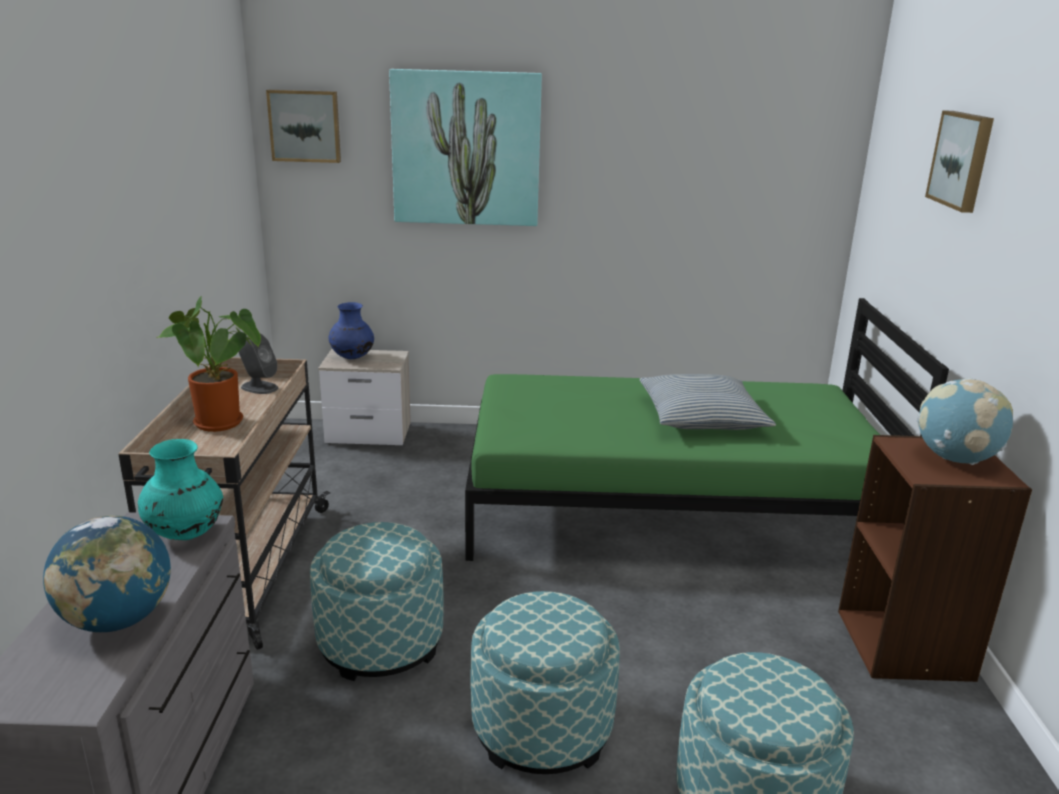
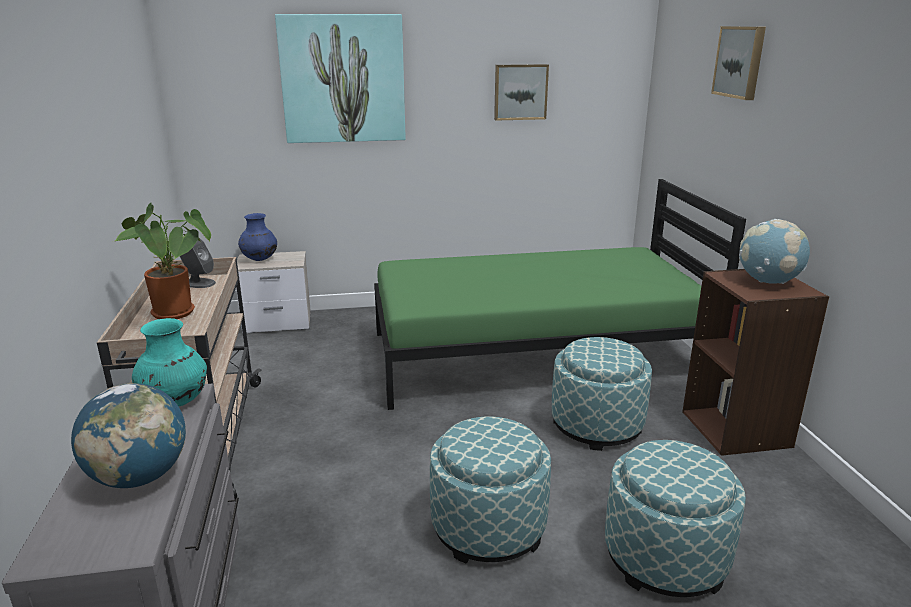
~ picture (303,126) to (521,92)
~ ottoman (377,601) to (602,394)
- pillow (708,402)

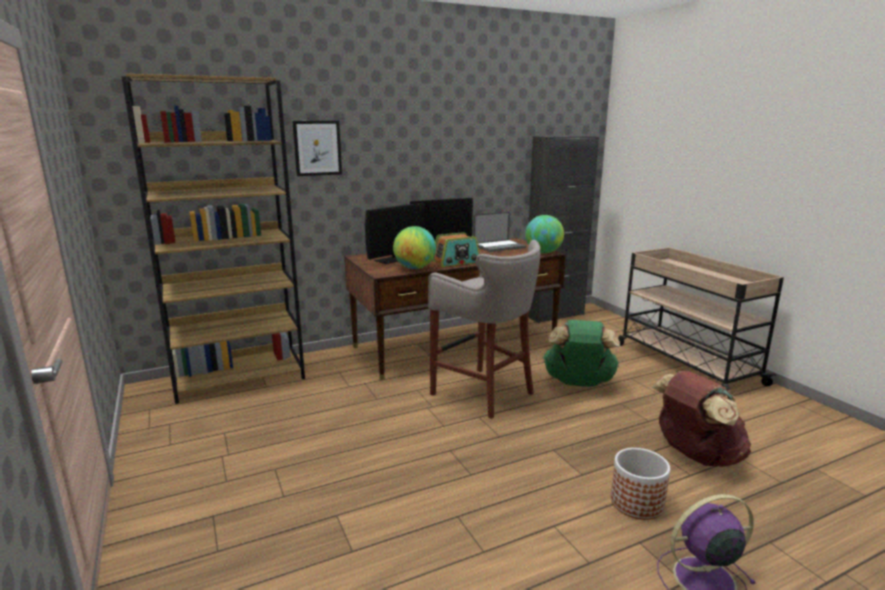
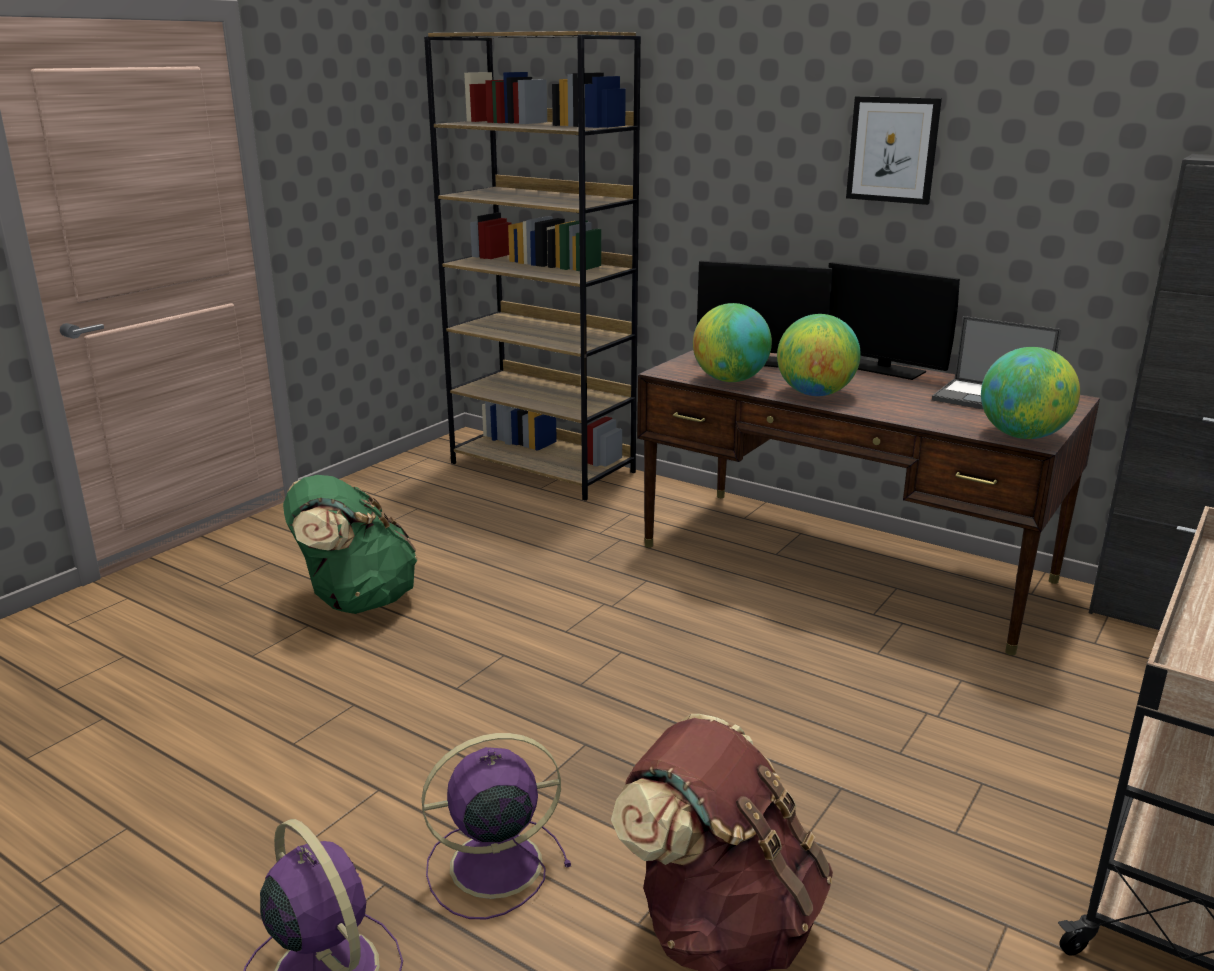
~ green backpack (581,353) to (350,544)
~ planter (640,484) to purple fan (496,826)
~ radio (455,249) to globe (819,355)
~ picture (317,148) to (894,150)
- grey stool (484,329)

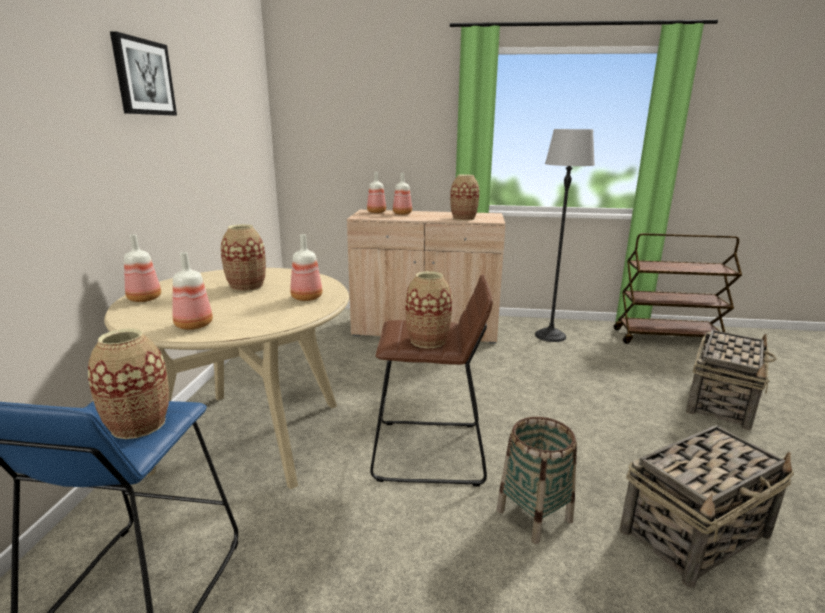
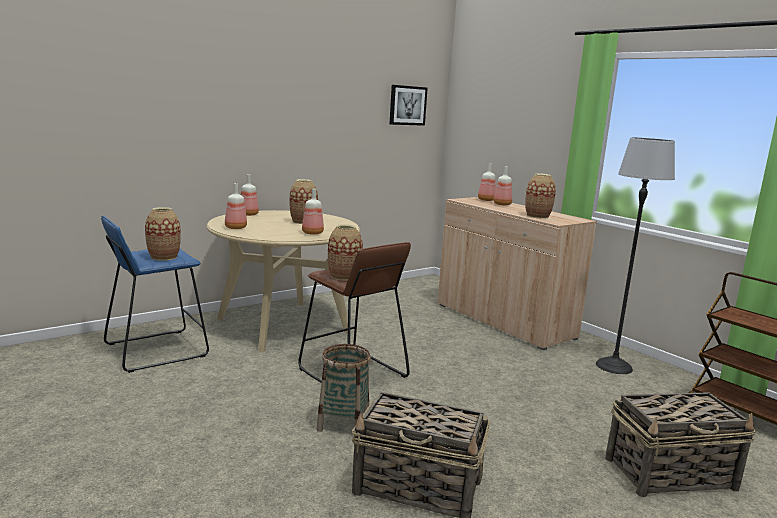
~ picture (143,73) to (408,105)

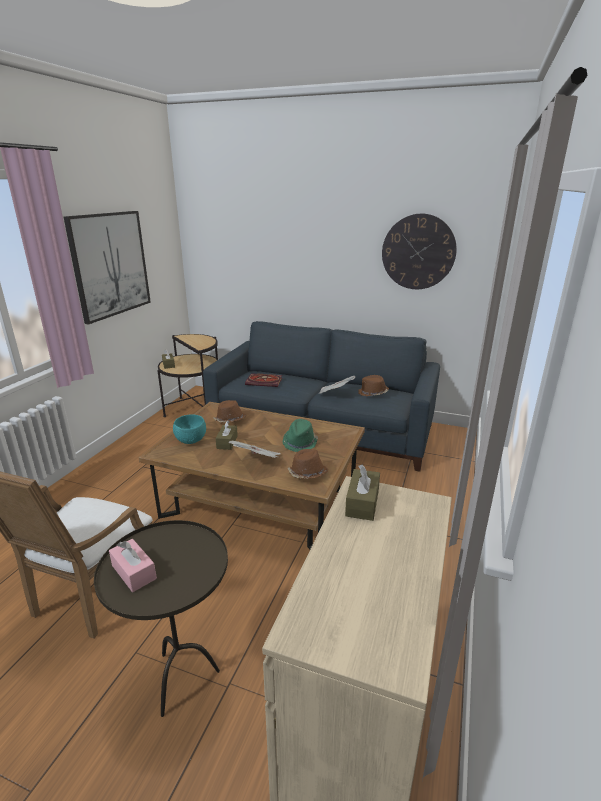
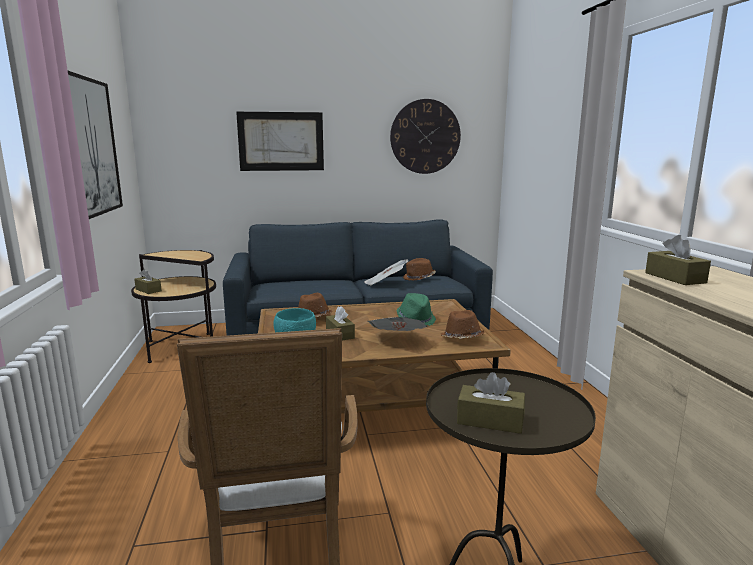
+ picture (280,141)
~ pink tissue box (133,565) to brown tissue box (491,403)
- book (263,380)

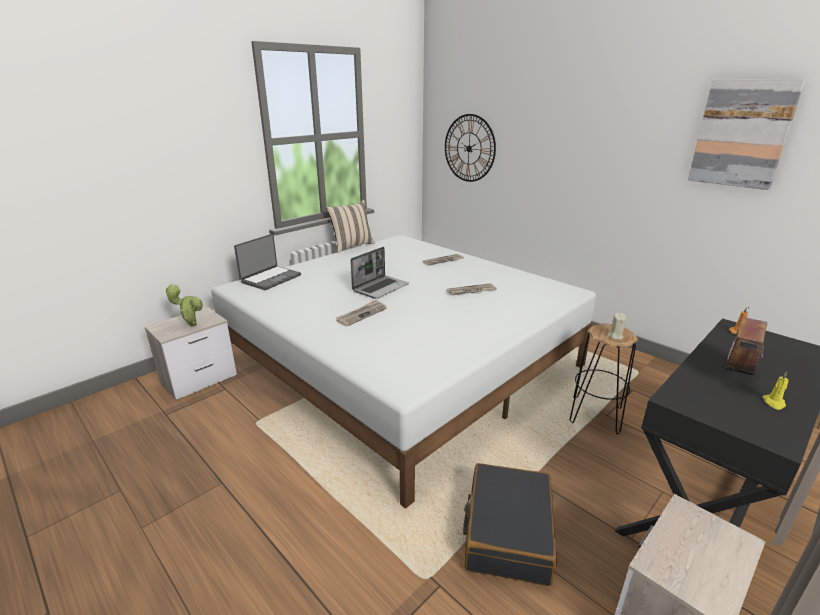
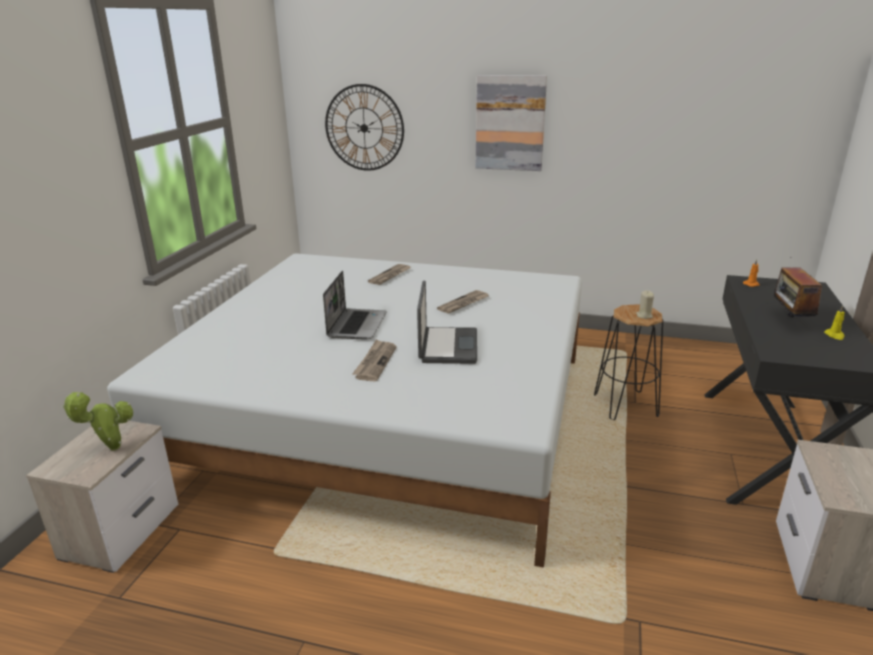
~ laptop (267,262) to (447,322)
~ picture (746,134) to (511,123)
- beige pillow (350,226)
- black suitcase (510,524)

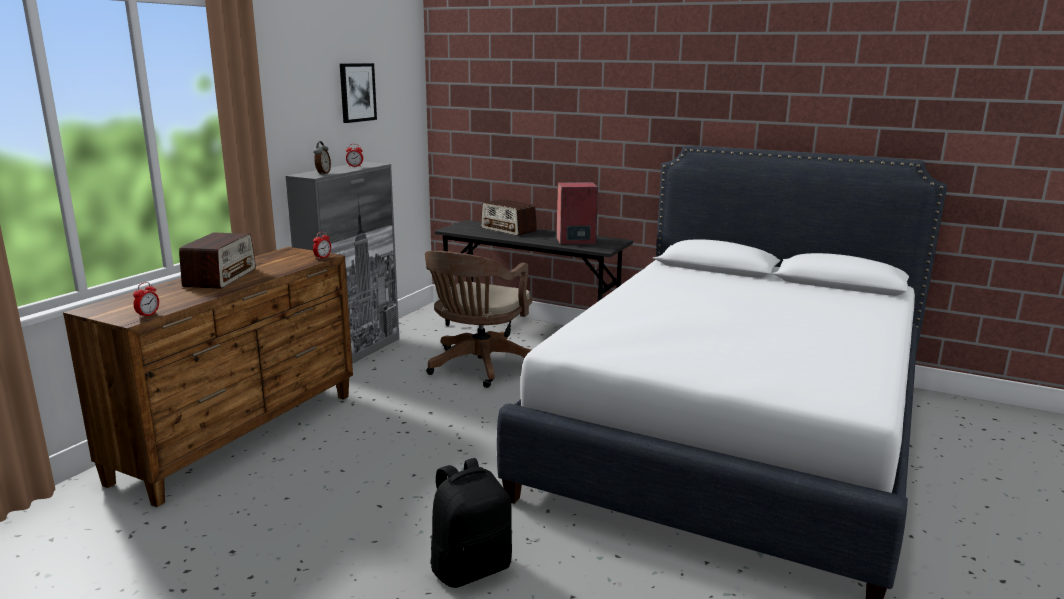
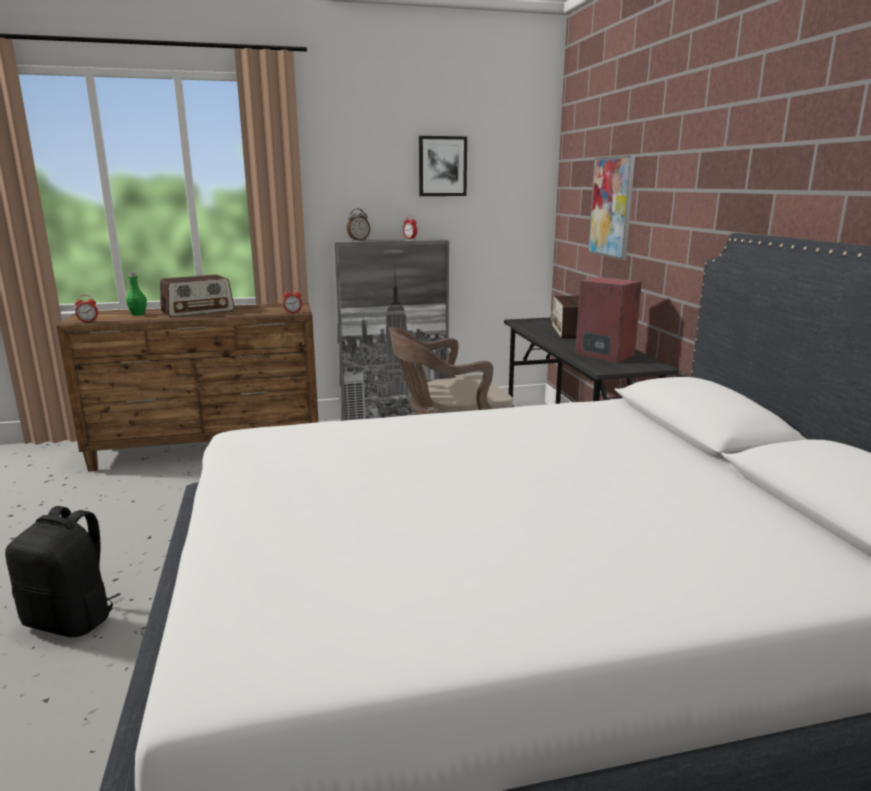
+ green bottle (136,294)
+ picture (611,207)

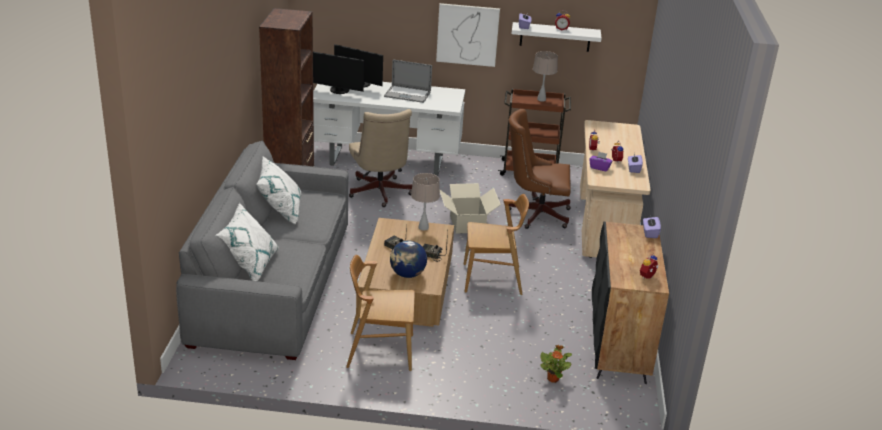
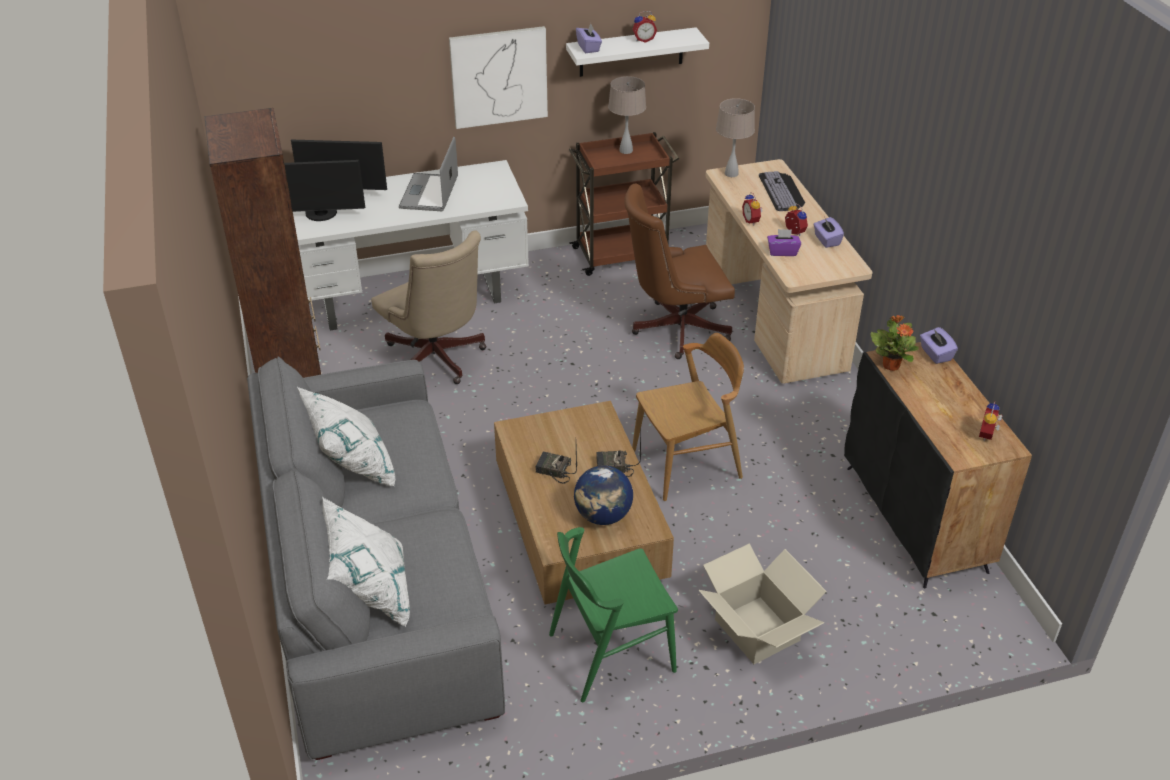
~ laptop (408,81) = (428,174) 105 degrees clockwise
~ brown chair (380,313) to green chair (613,614)
~ cardboard box (470,208) to (763,604)
~ beige table lamp (425,202) to (735,137)
+ keyboard (782,191)
~ potted plant (556,364) to (895,343)

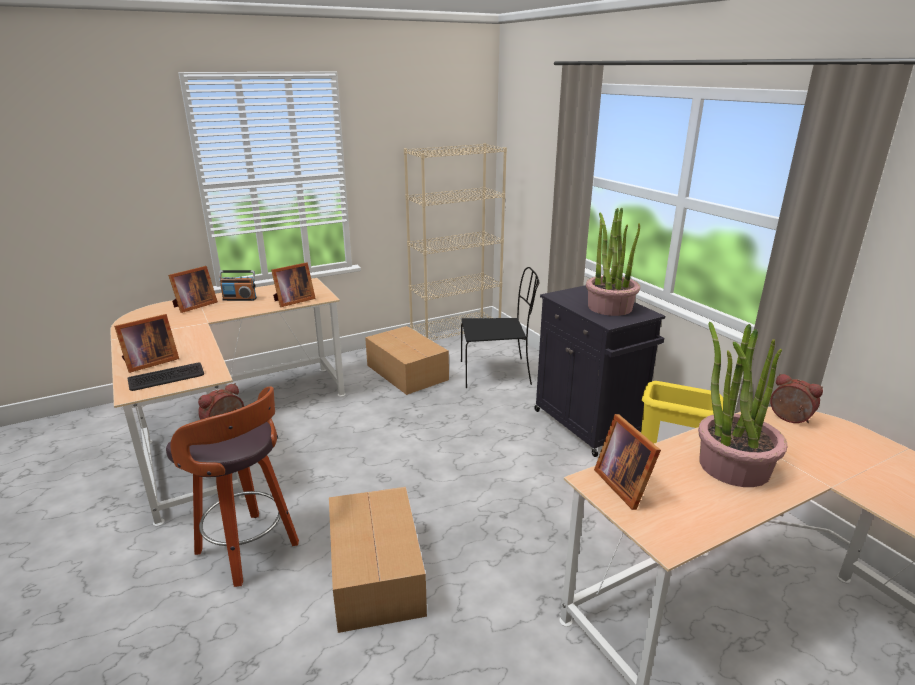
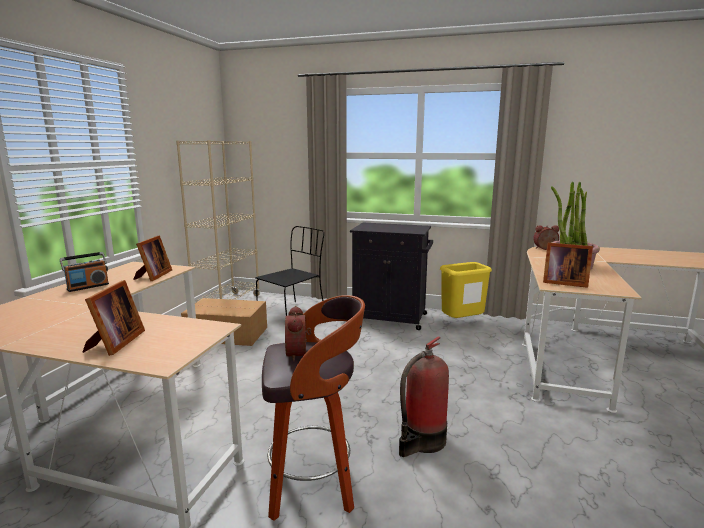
~ cardboard box (378,560) to fire extinguisher (424,396)
- keyboard (166,376)
- picture frame (193,289)
- potted plant (613,261)

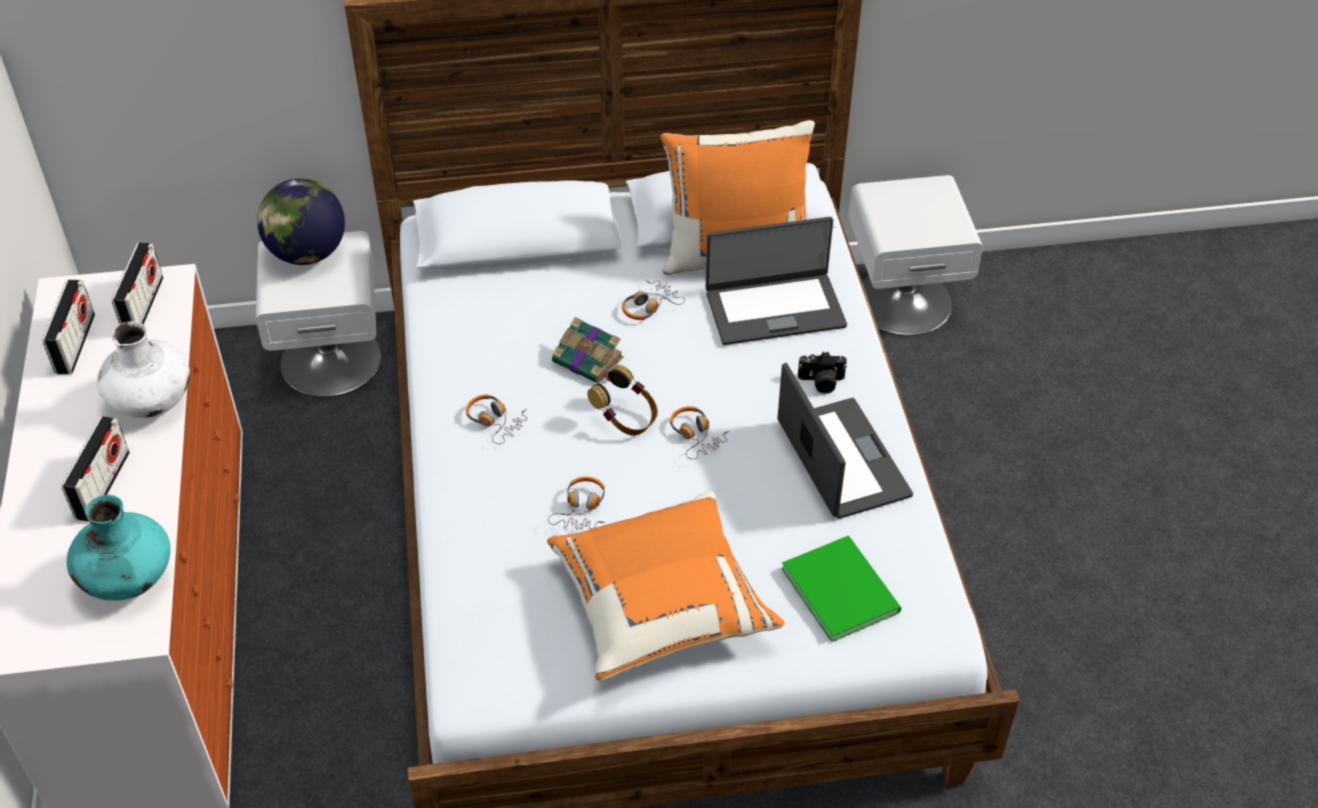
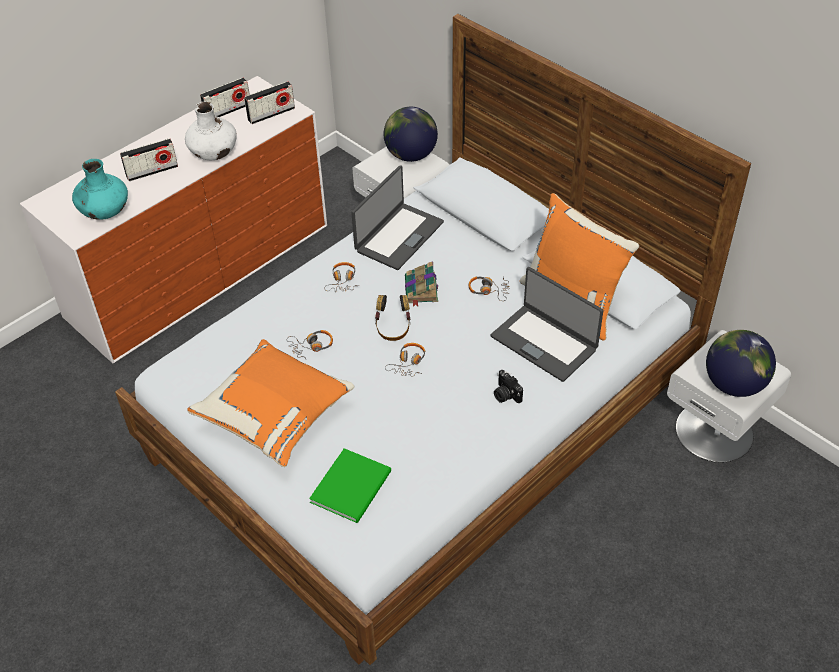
~ laptop (845,441) to (397,217)
+ globe (741,363)

